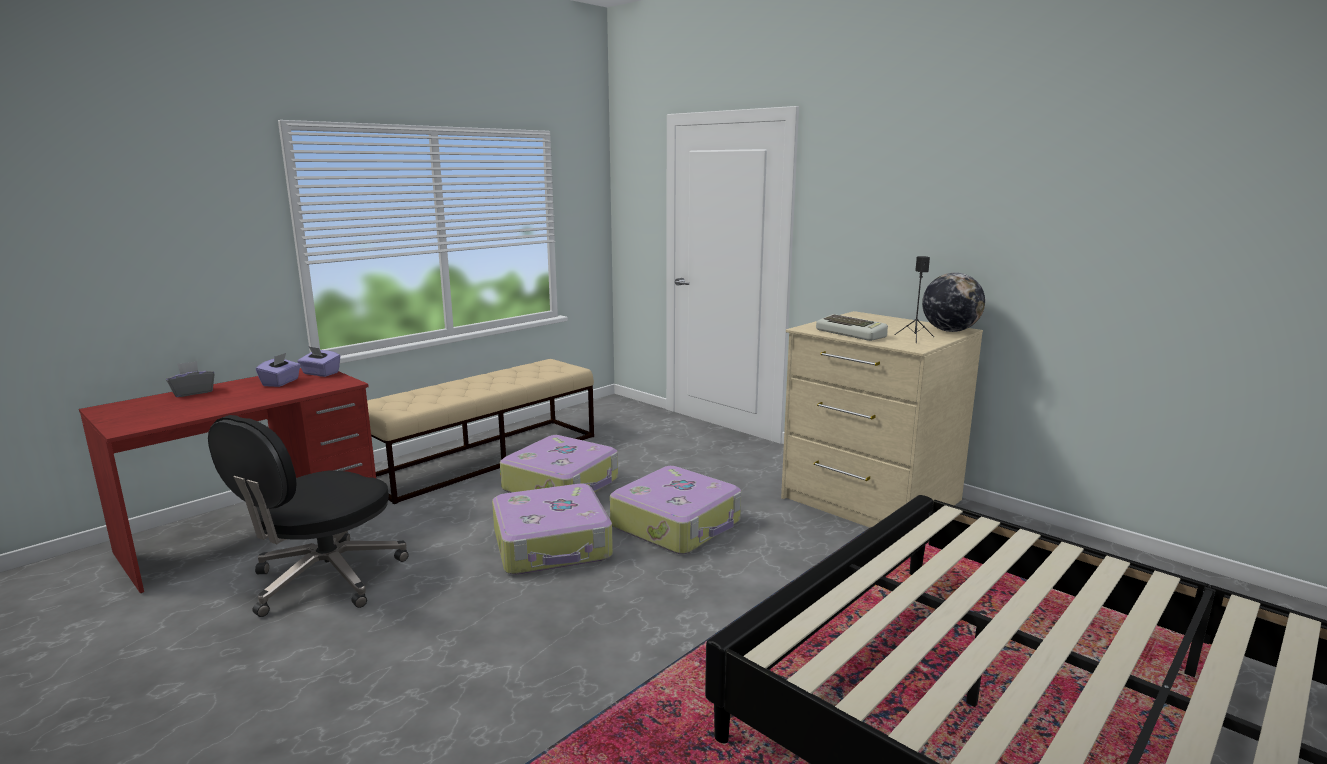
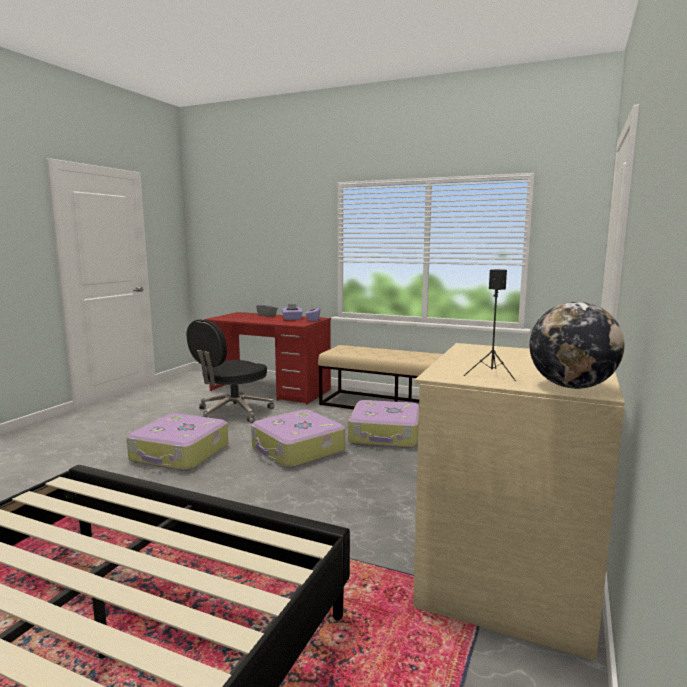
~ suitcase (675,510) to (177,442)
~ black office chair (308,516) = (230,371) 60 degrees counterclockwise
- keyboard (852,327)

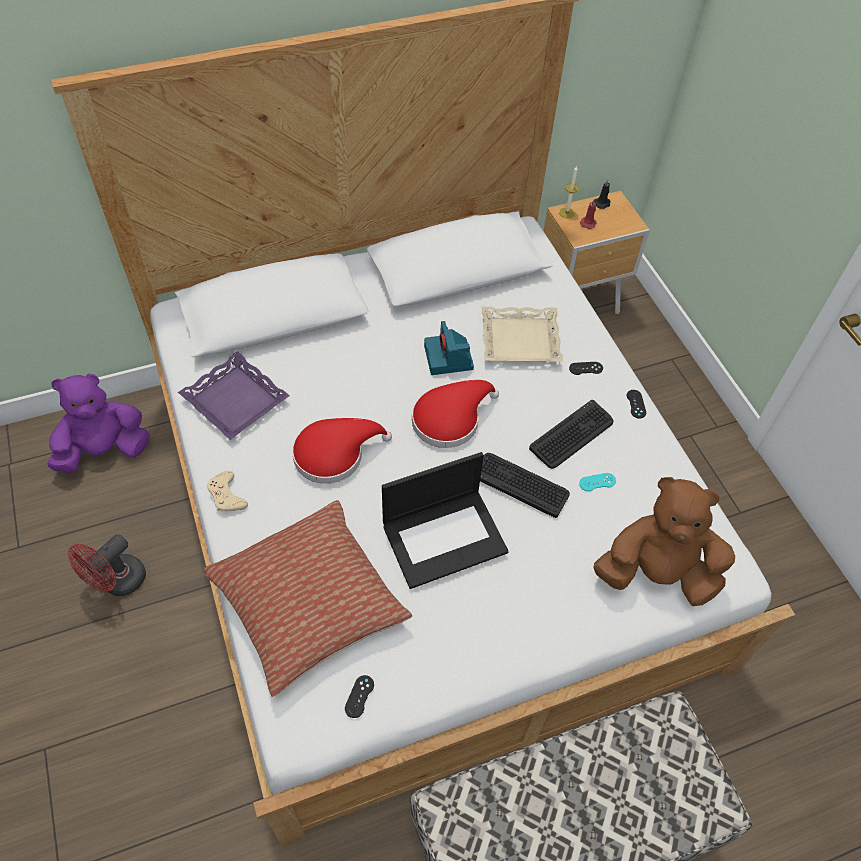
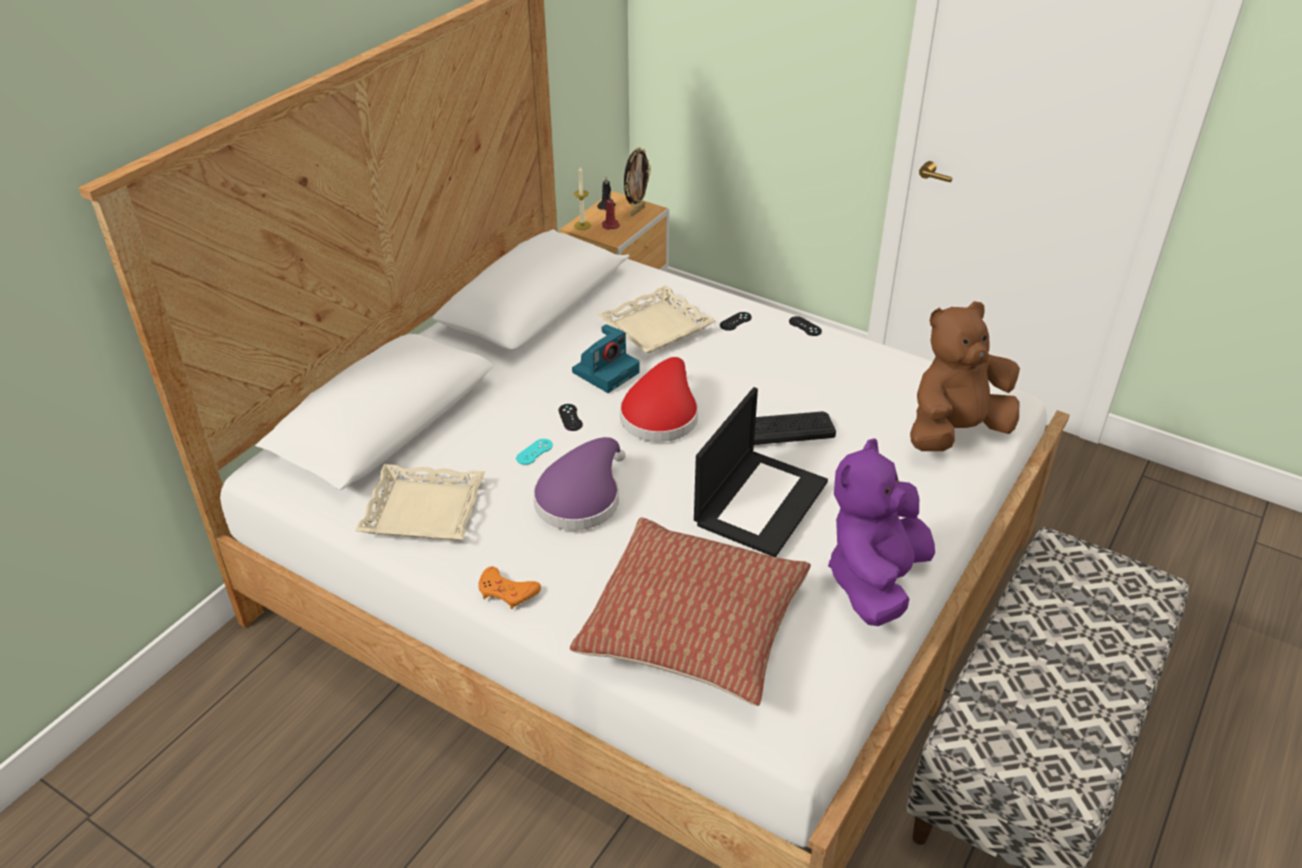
~ purple tray (234,395) to beige tray (420,502)
~ beige game controller (227,491) to orange game controller (509,588)
~ turquoise game controller (597,482) to (534,452)
~ red hat (342,451) to purple hat (579,483)
~ black game controller (359,696) to (570,417)
~ photo camera (449,348) = (606,358) 90 degrees counterclockwise
+ picture frame (637,182)
~ purple plush toy (98,423) to (881,532)
- red fan (107,565)
- keyboard (571,434)

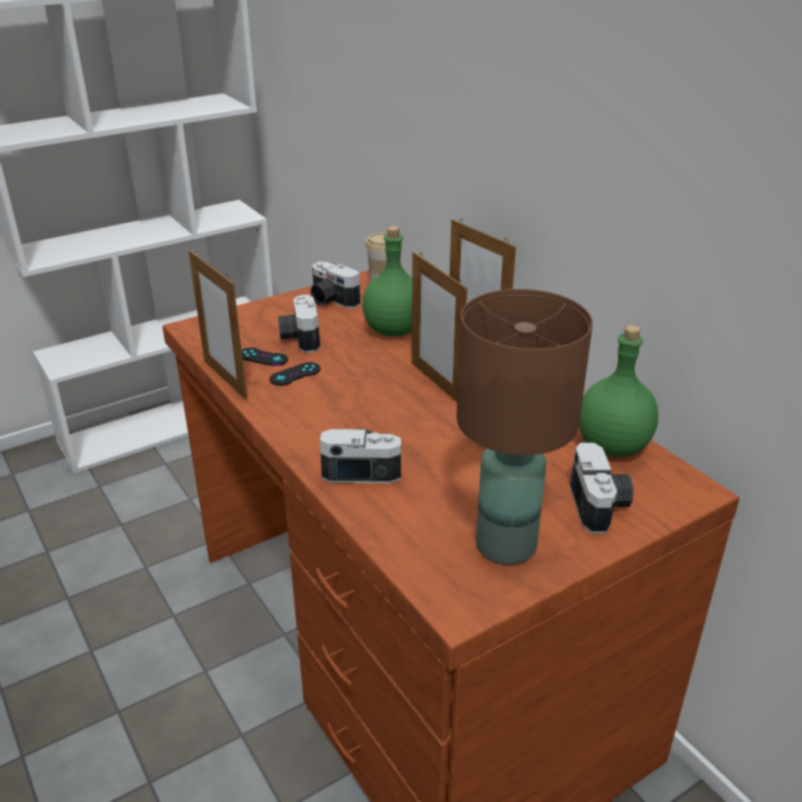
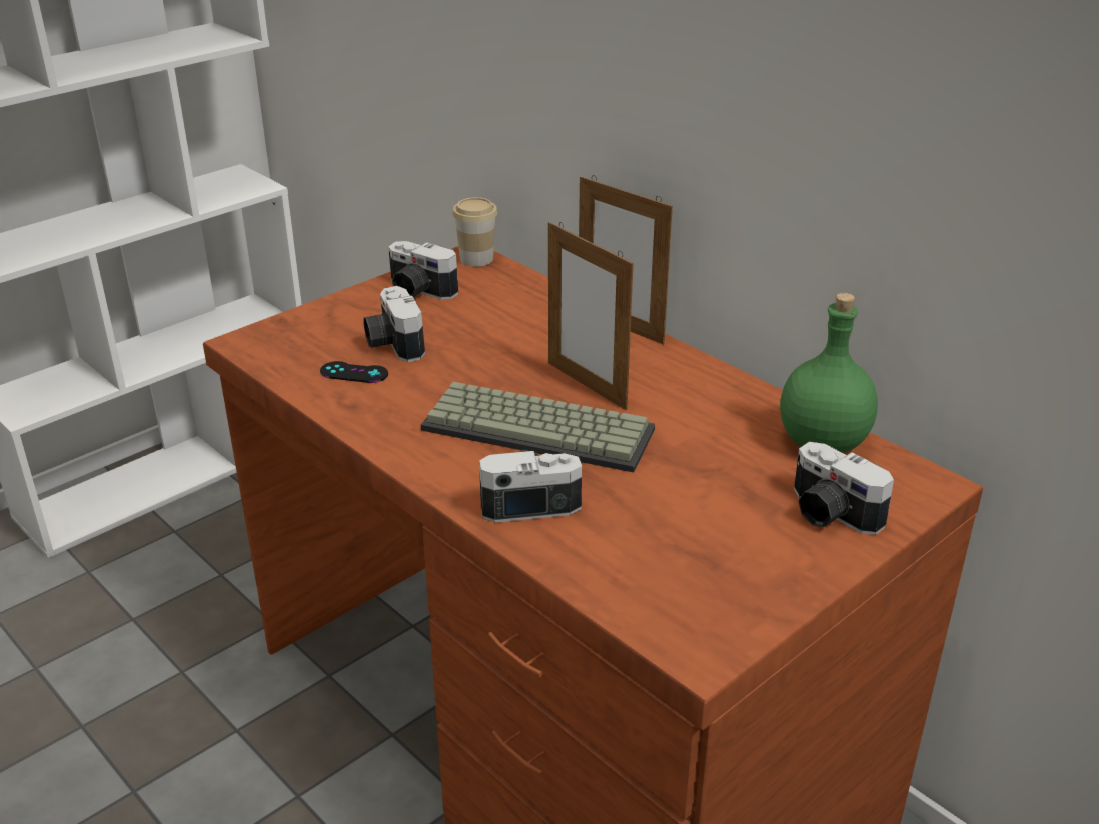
+ keyboard (538,427)
~ photo camera (602,488) = (844,488) 150 degrees clockwise
- picture frame (218,325)
- black game controller (295,374)
- green bottle (387,281)
- brown table lamp (524,427)

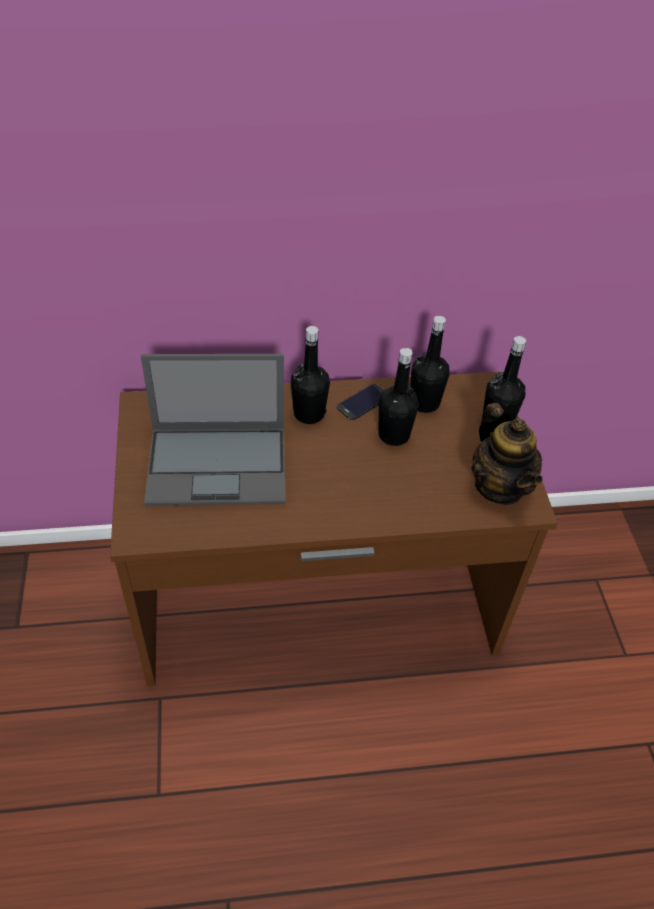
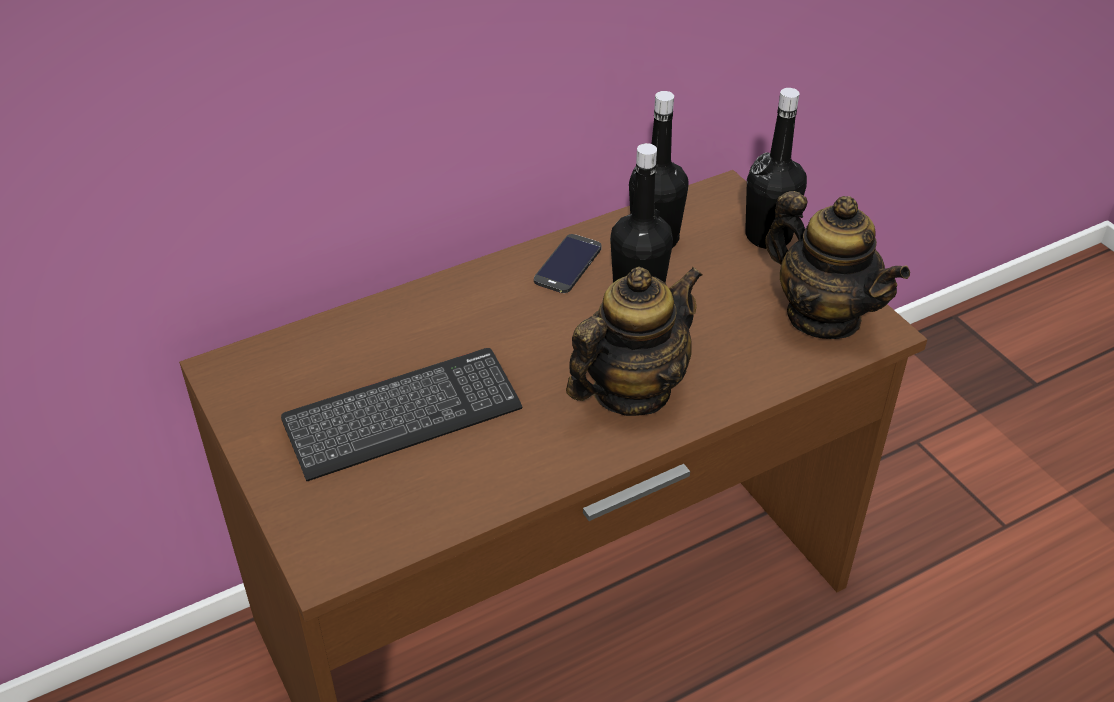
~ laptop (213,430) to keyboard (402,414)
+ teapot (634,341)
- black bottle (310,375)

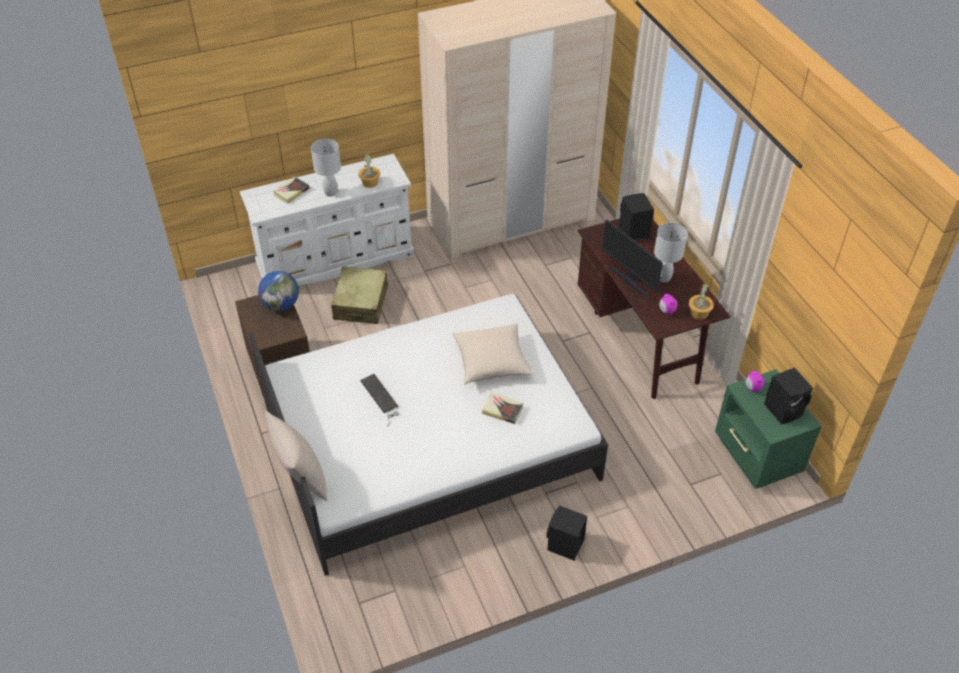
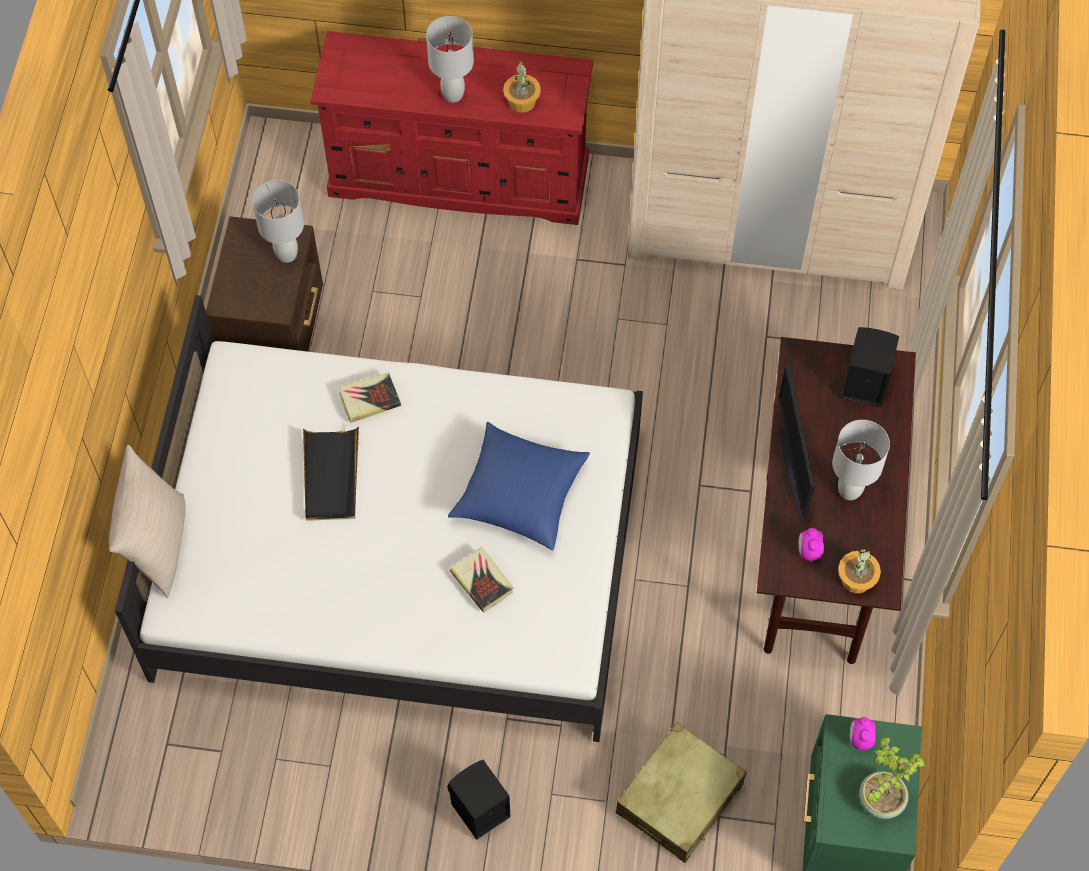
~ globe (278,291) to white table lamp (278,221)
~ keyboard (379,400) to black tray (331,474)
~ white dresser (327,220) to red dresser (451,128)
~ book (291,190) to (369,397)
~ beige pillow (492,354) to blue pillow (519,486)
~ beige suitcase (359,295) to (681,792)
~ black speaker (788,395) to potted plant (892,777)

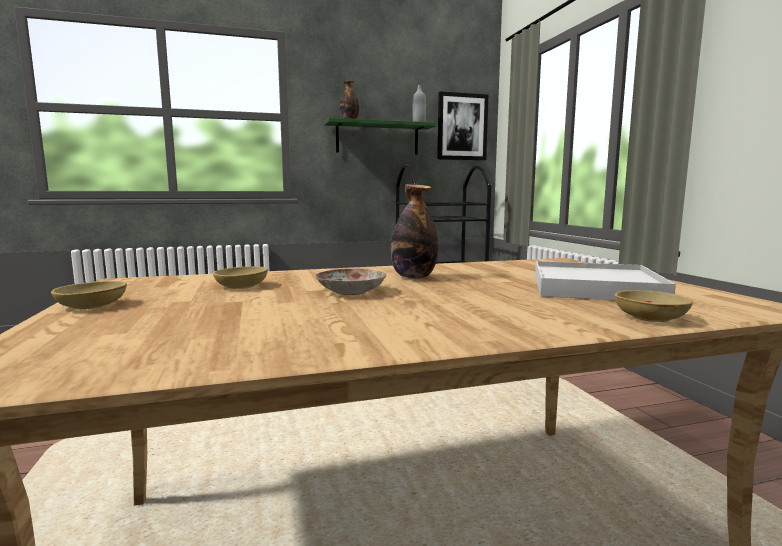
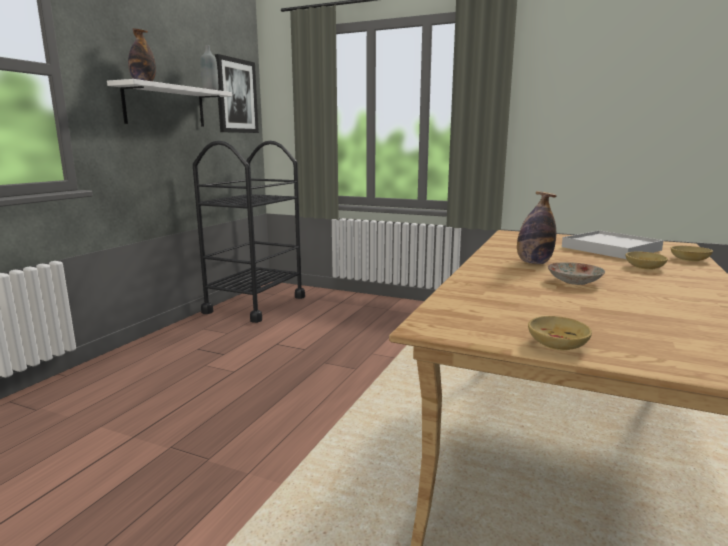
~ green shelf (380,136) to white shelf (169,103)
~ beige bowl (240,277) to (647,260)

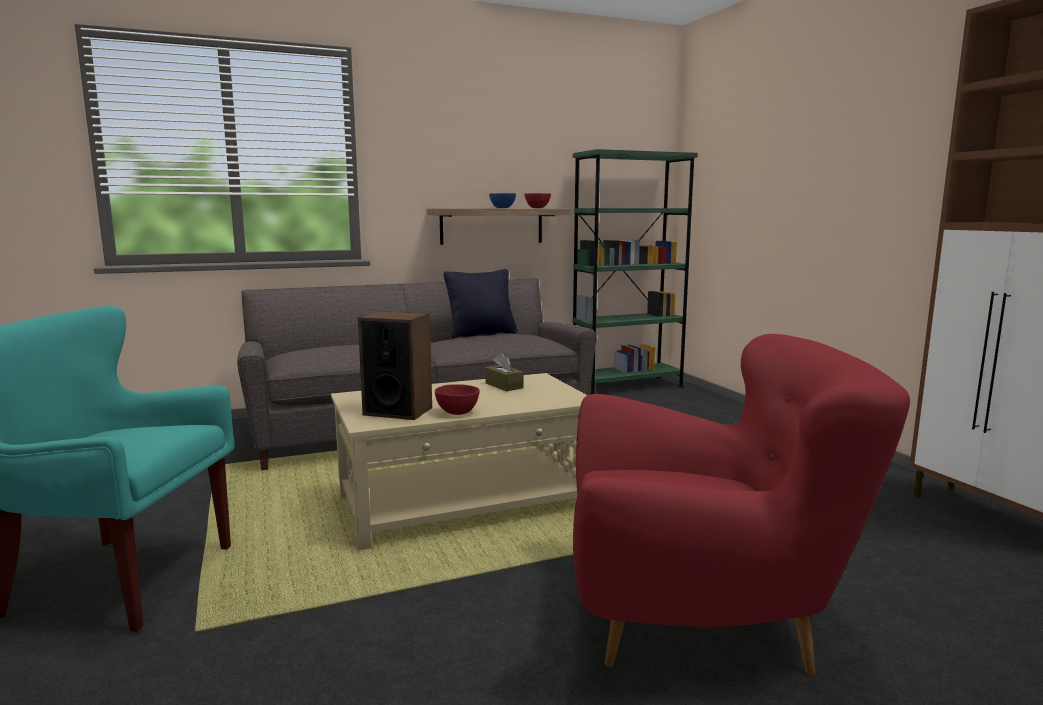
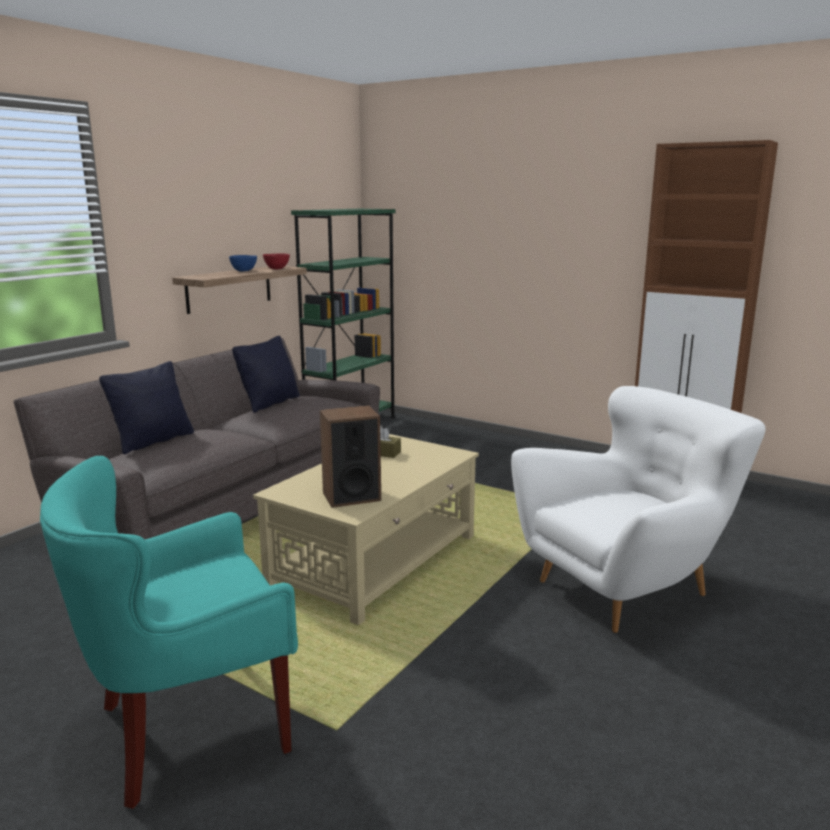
+ black pillow (146,407)
~ red armchair (741,504) to white armchair (638,509)
- red bowl (457,399)

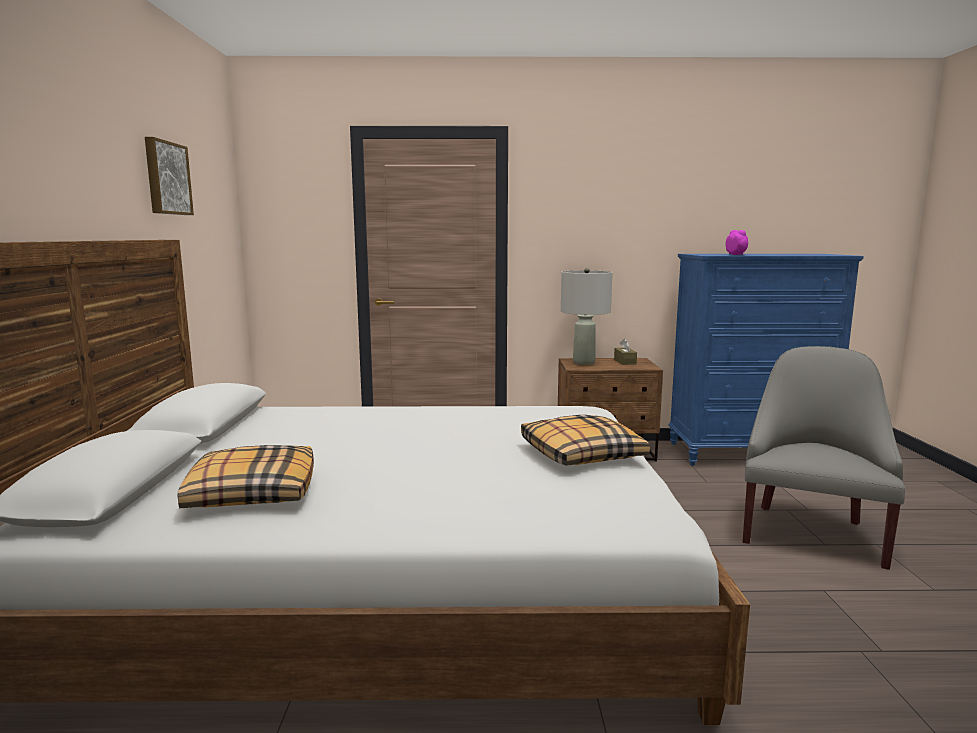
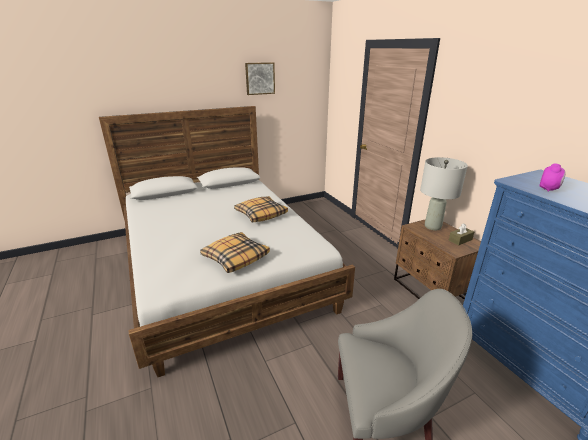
~ pillow (245,476) to (261,209)

